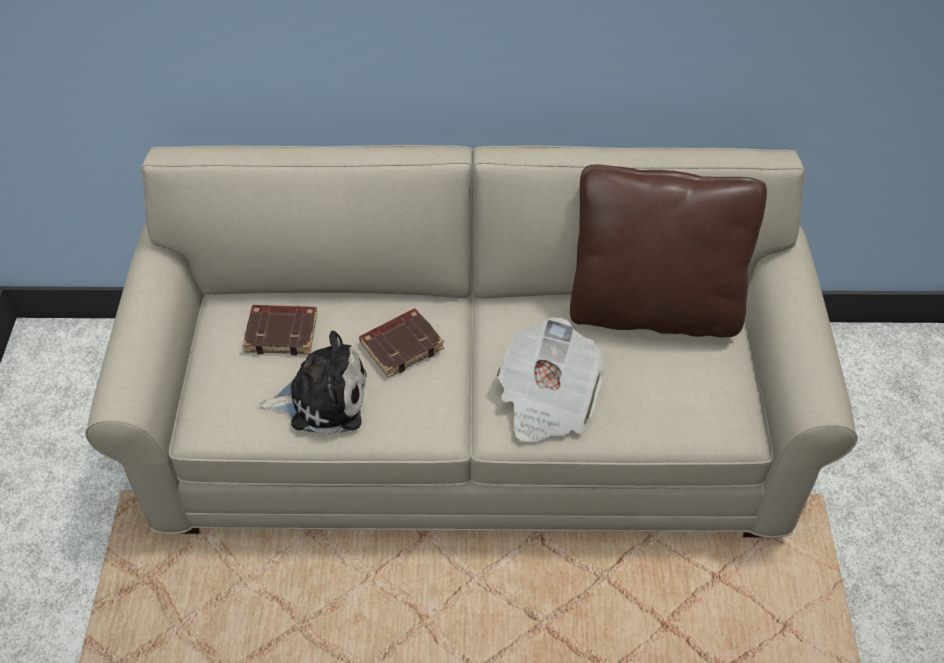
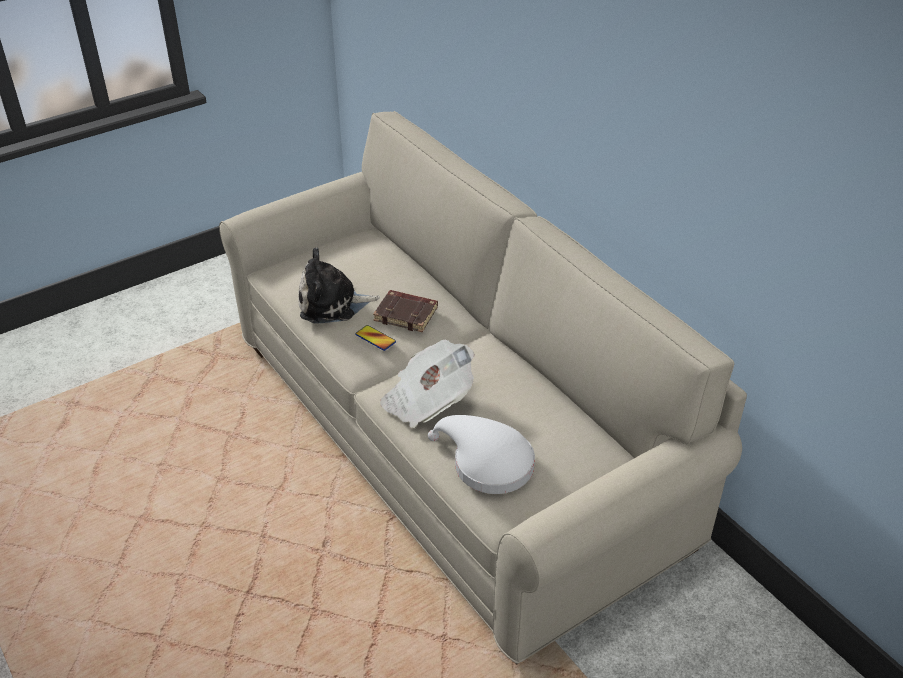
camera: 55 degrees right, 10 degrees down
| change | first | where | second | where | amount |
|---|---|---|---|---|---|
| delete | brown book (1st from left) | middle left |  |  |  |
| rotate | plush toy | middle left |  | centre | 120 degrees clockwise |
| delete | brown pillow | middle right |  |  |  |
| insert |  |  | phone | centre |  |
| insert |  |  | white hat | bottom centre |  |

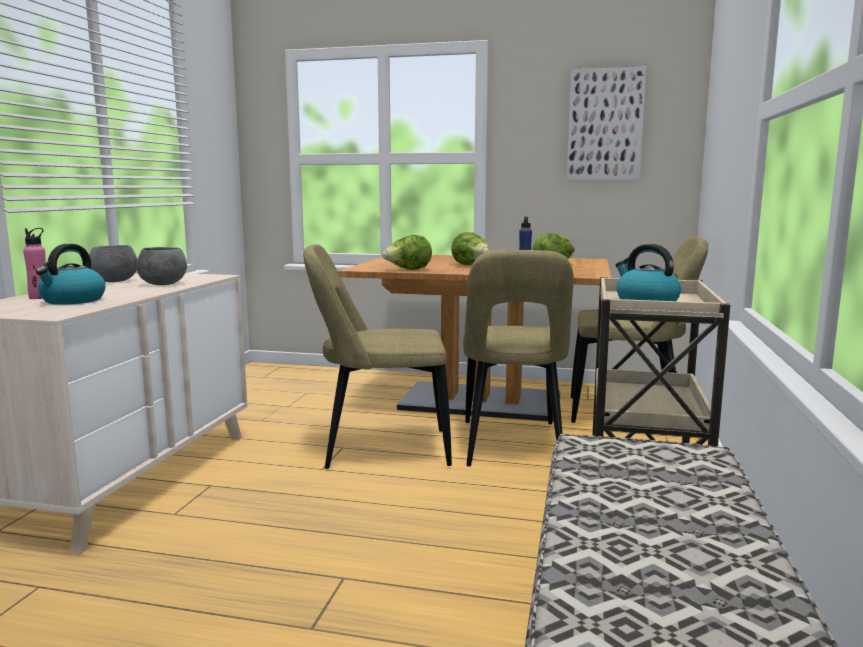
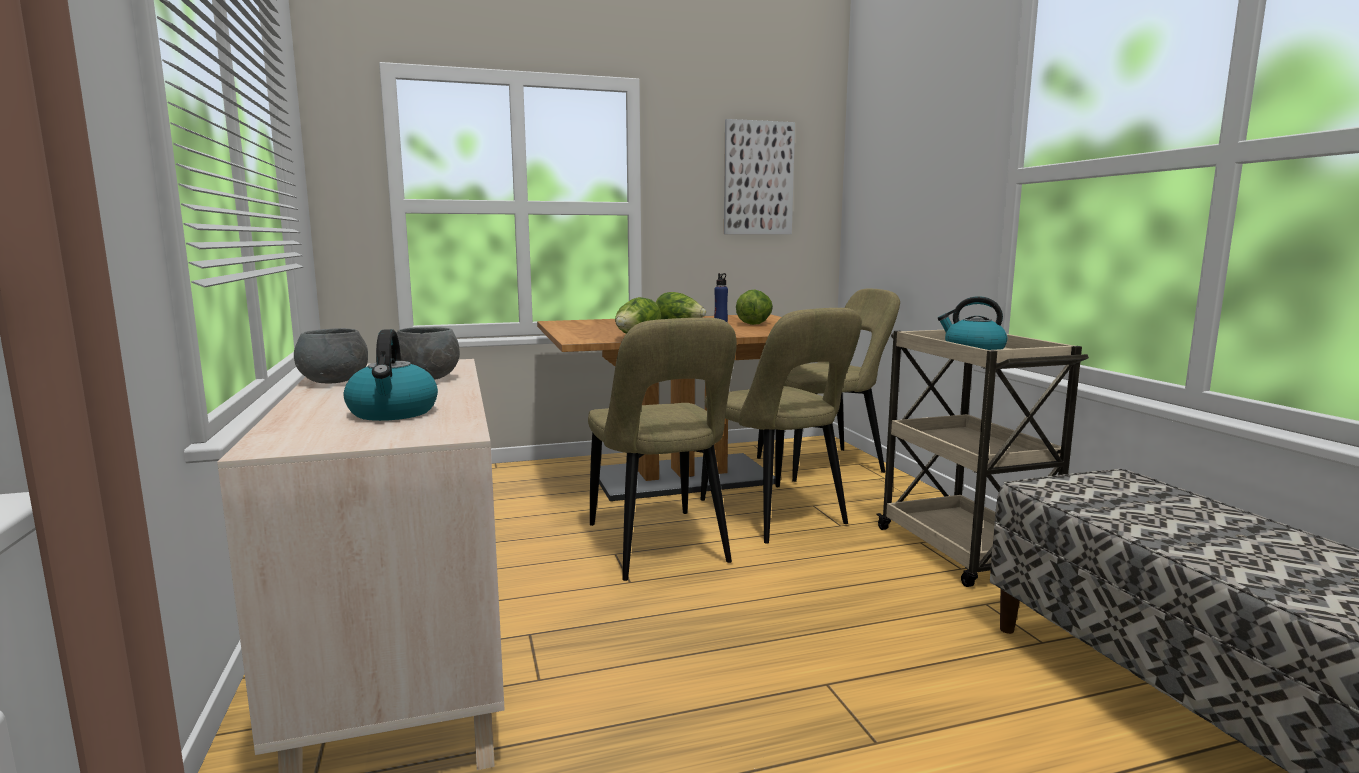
camera: 30 degrees left, 0 degrees up
| change | first | where | second | where | amount |
|---|---|---|---|---|---|
| delete | pink bottle | middle left |  |  |  |
| rotate | beige chair (1st from left) | centre |  | centre | 75 degrees counterclockwise |

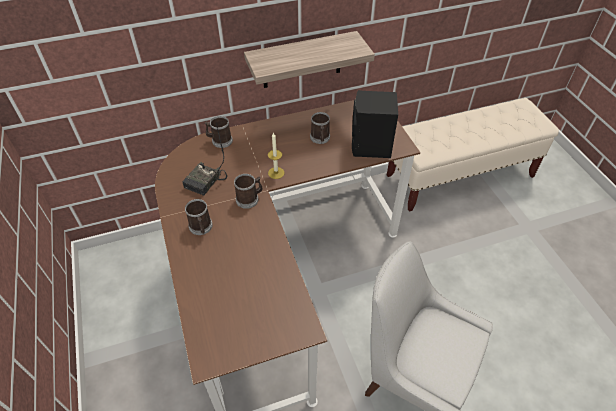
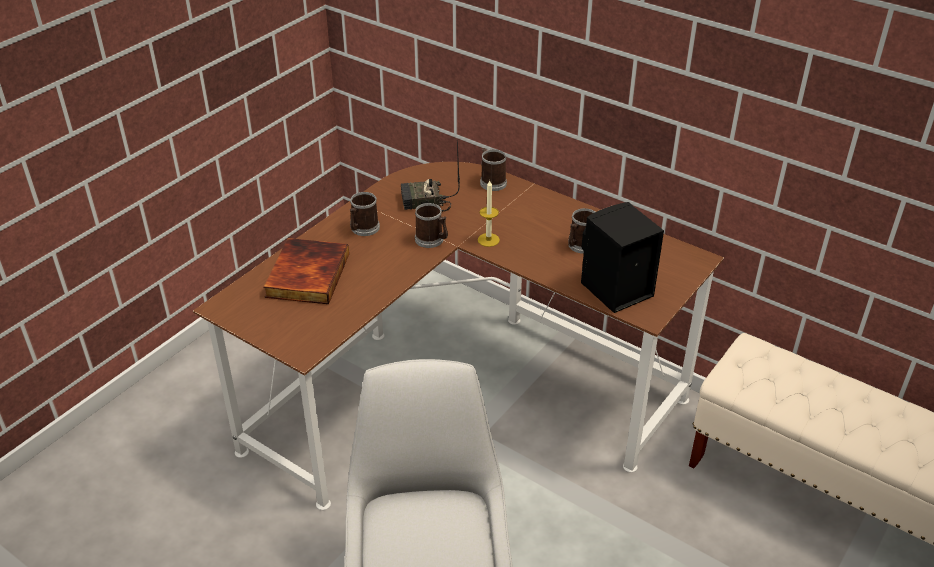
camera: 55 degrees right, 10 degrees down
| change | first | where | second | where | amount |
|---|---|---|---|---|---|
| delete | shelf | top centre |  |  |  |
| insert |  |  | book | middle left |  |

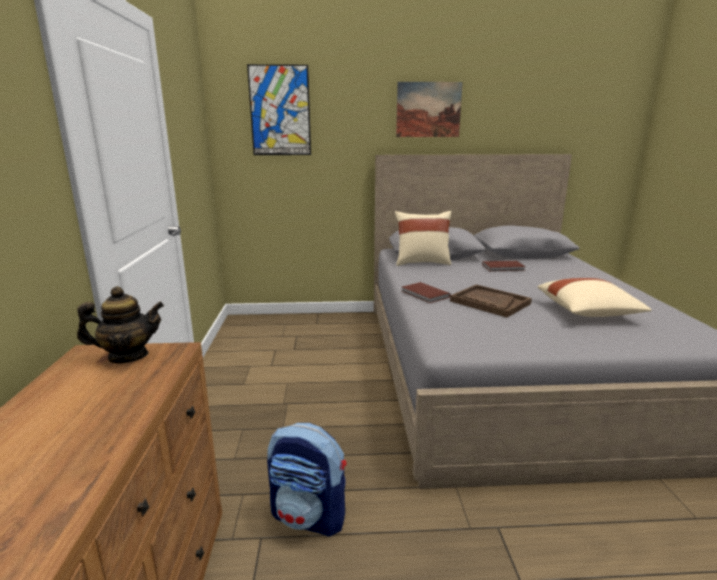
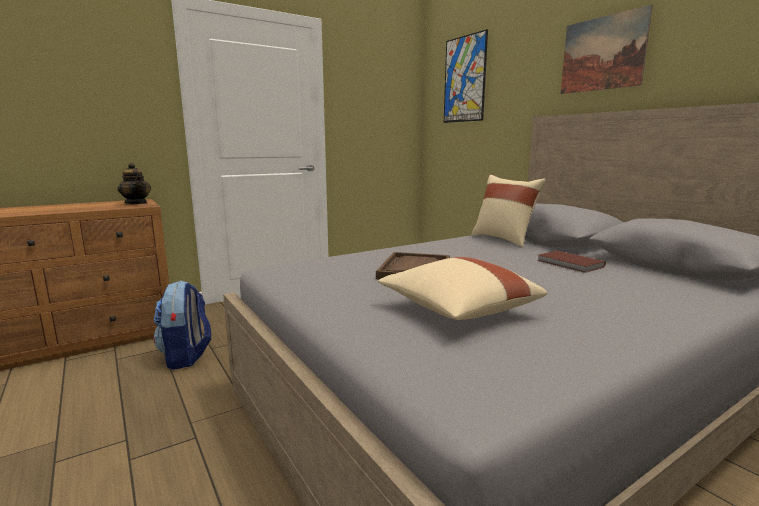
camera: 60 degrees right, 5 degrees down
| change | first | where | second | where | amount |
|---|---|---|---|---|---|
| delete | brown book (1st from left) | centre |  |  |  |

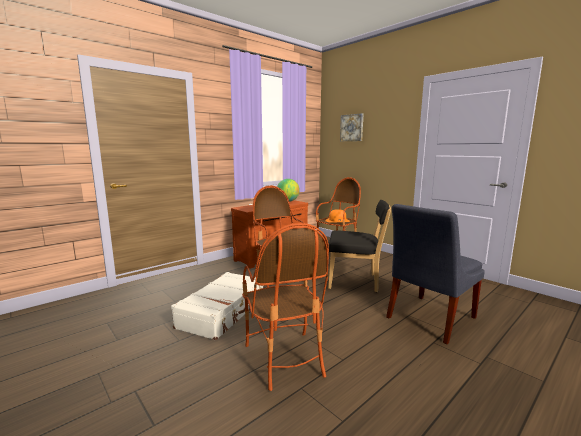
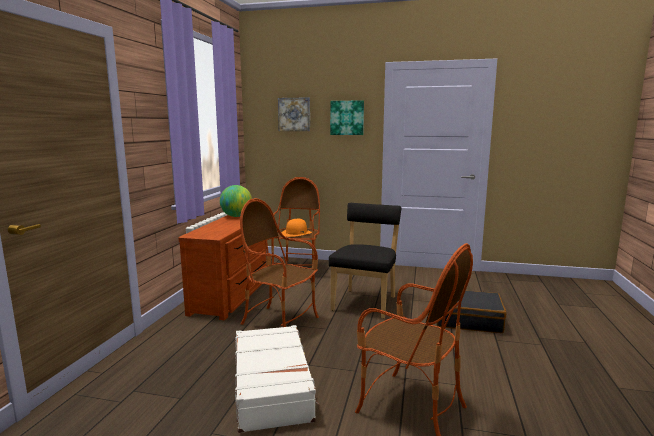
camera: 35 degrees left, 0 degrees up
| change | first | where | second | where | amount |
|---|---|---|---|---|---|
| rotate | black chair | centre |  | centre | 45 degrees counterclockwise |
| replace | blue chair | middle right | black suitcase | bottom right |  |
| insert |  |  | picture (2nd from left) | top centre |  |

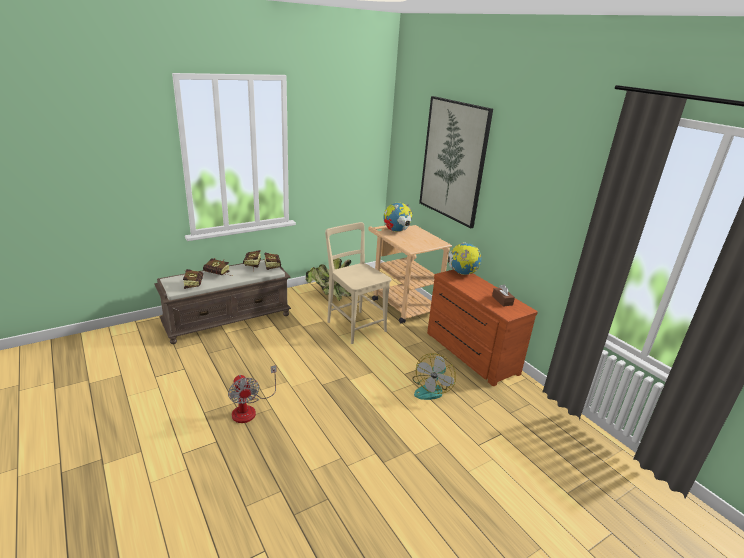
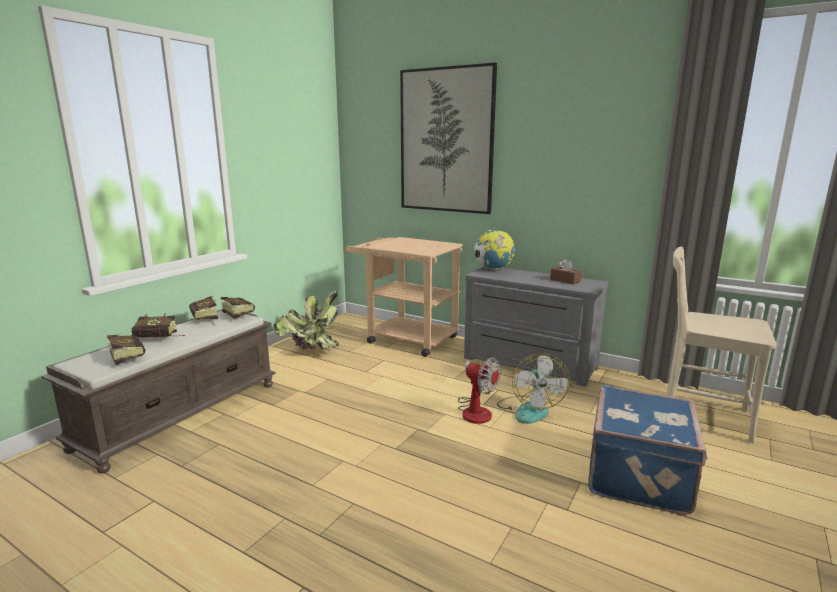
camera: 25 degrees left, 10 degrees down
| change | first | where | second | where | amount |
|---|---|---|---|---|---|
| move | fan (1st from left) | bottom centre |  | centre |  |
| move | beige chair | centre |  | middle right |  |
| delete | globe (1st from left) | centre |  |  |  |
| recolor | brown dresser | centre | grey dresser | centre |  |
| insert |  |  | blue suitcase | bottom right |  |

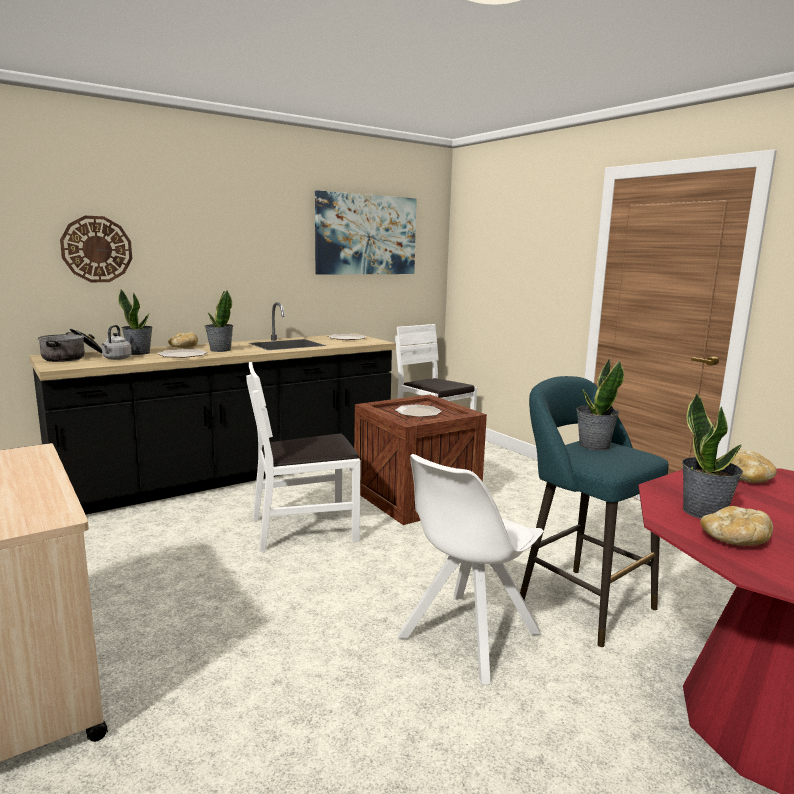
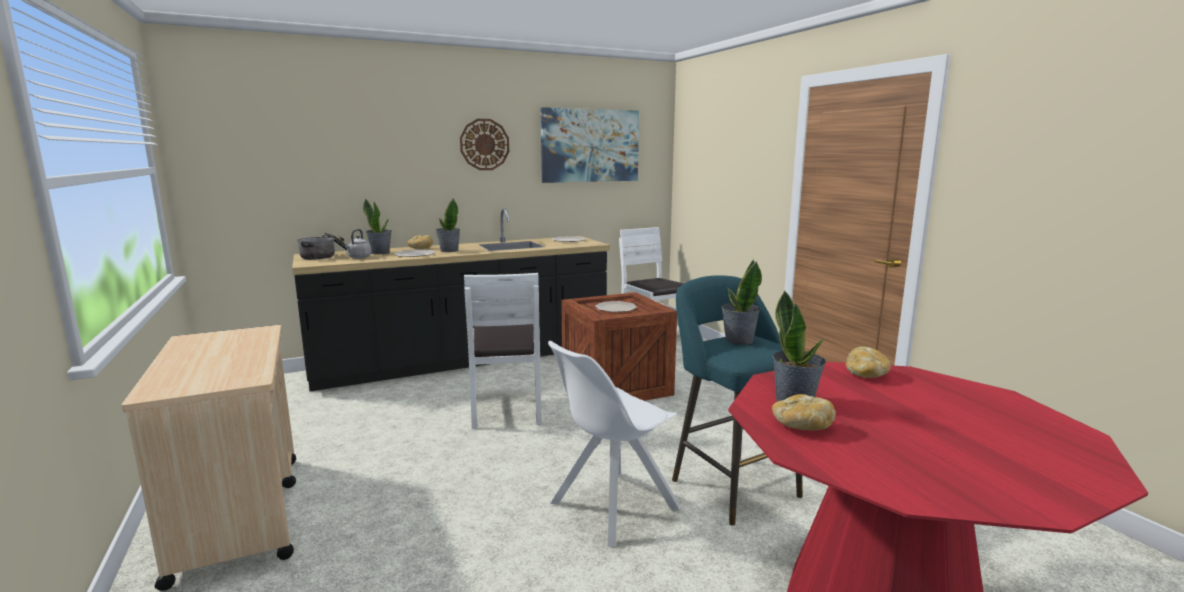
camera: 10 degrees right, 0 degrees up
| change | first | where | second | where | amount |
|---|---|---|---|---|---|
| move | wall clock | top left |  | top centre |  |
| rotate | white chair (1st from left) | centre |  | centre | 90 degrees counterclockwise |

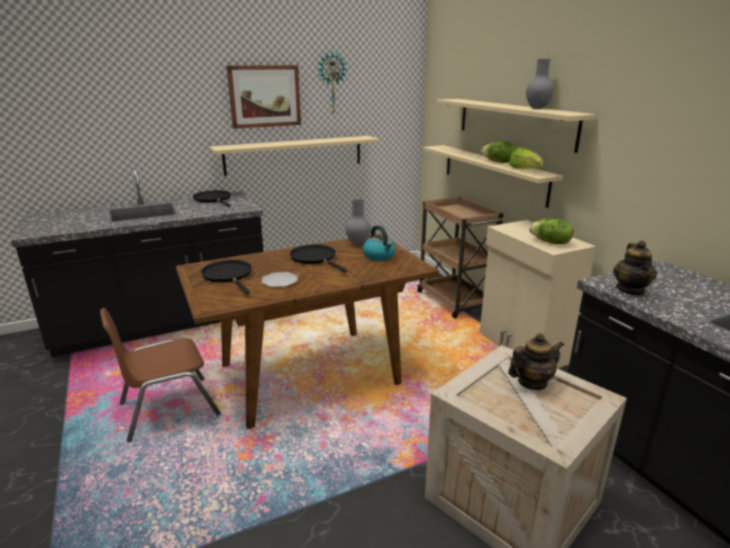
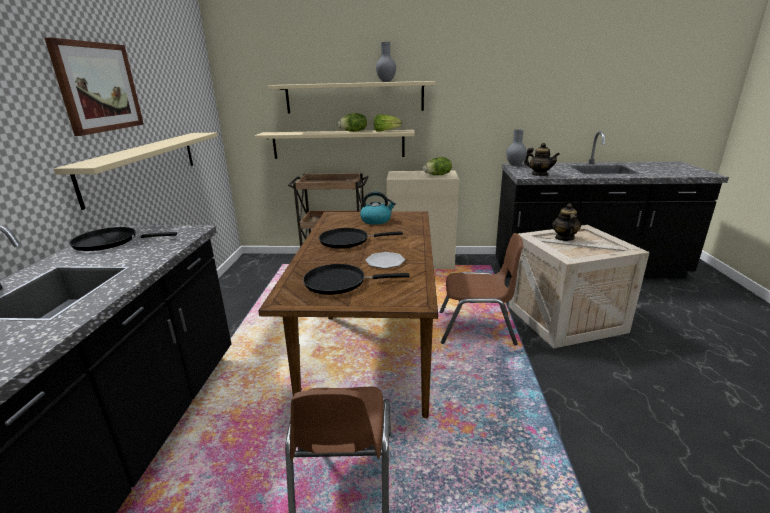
camera: 60 degrees left, 0 degrees up
| change | first | where | second | where | amount |
|---|---|---|---|---|---|
| delete | wall clock | top centre |  |  |  |
| move | grey vase (1st from left in the first image) | centre | grey vase (2nd from left) | top right |  |
| insert |  |  | brown chair (2nd from left) | centre |  |

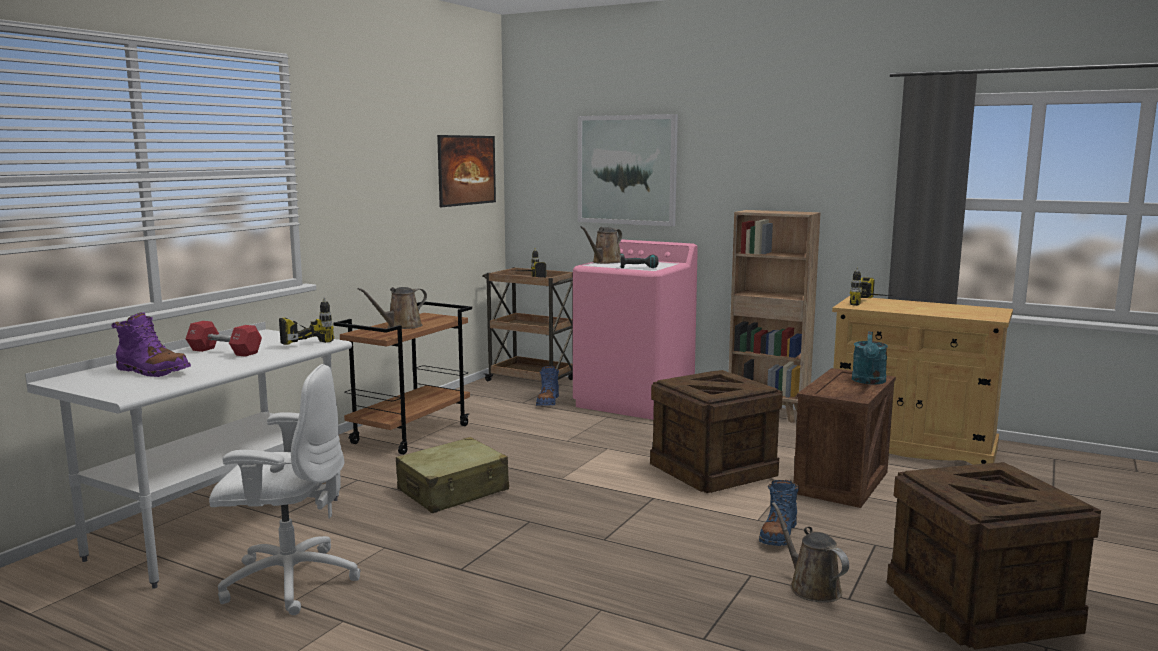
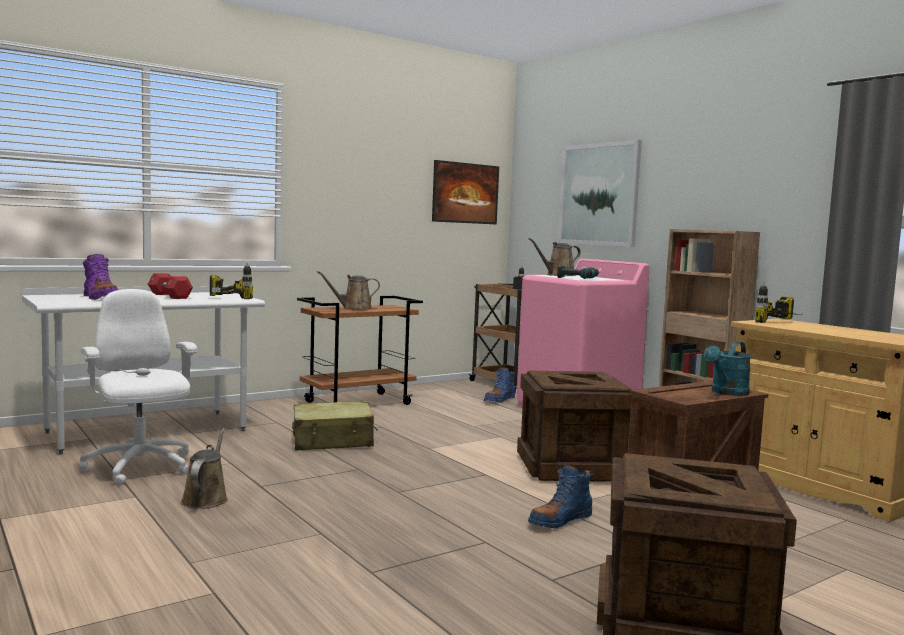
camera: 25 degrees right, 5 degrees down
| change | first | where | second | where | amount |
|---|---|---|---|---|---|
| rotate | white office chair | bottom left |  | middle left | 150 degrees counterclockwise |
| move | brown watering can (3rd from left in the first image) | bottom right | brown watering can (1st from left) | bottom left |  |

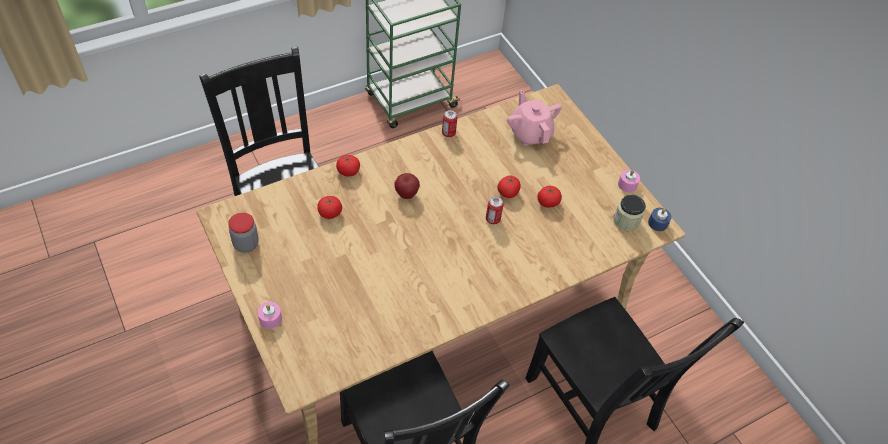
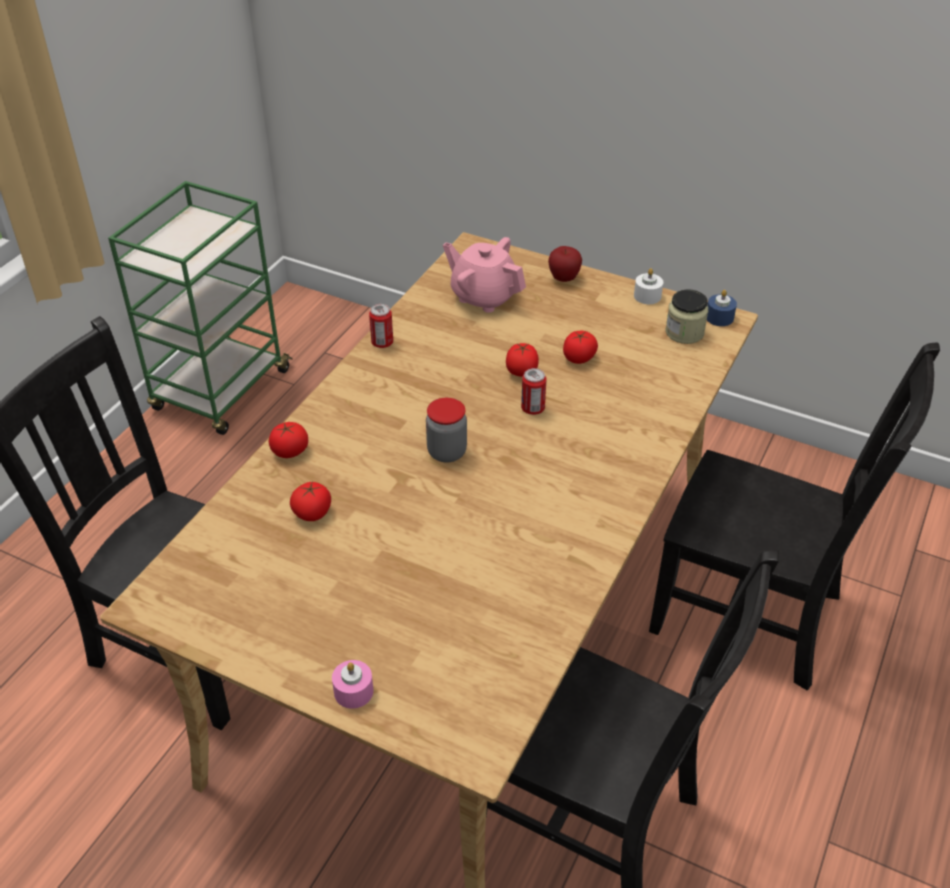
camera: 30 degrees left, 10 degrees down
| change | first | where | second | where | amount |
|---|---|---|---|---|---|
| move | jar (1st from left) | middle left |  | centre |  |
| move | apple | centre |  | top centre |  |
| recolor | pink candle (2nd from left) | middle right | white candle | top right |  |

